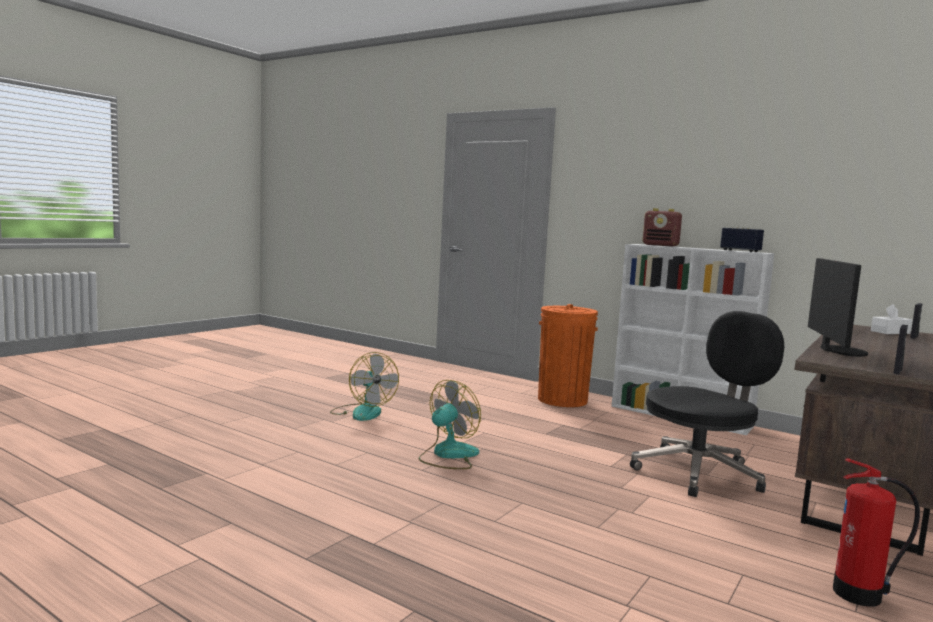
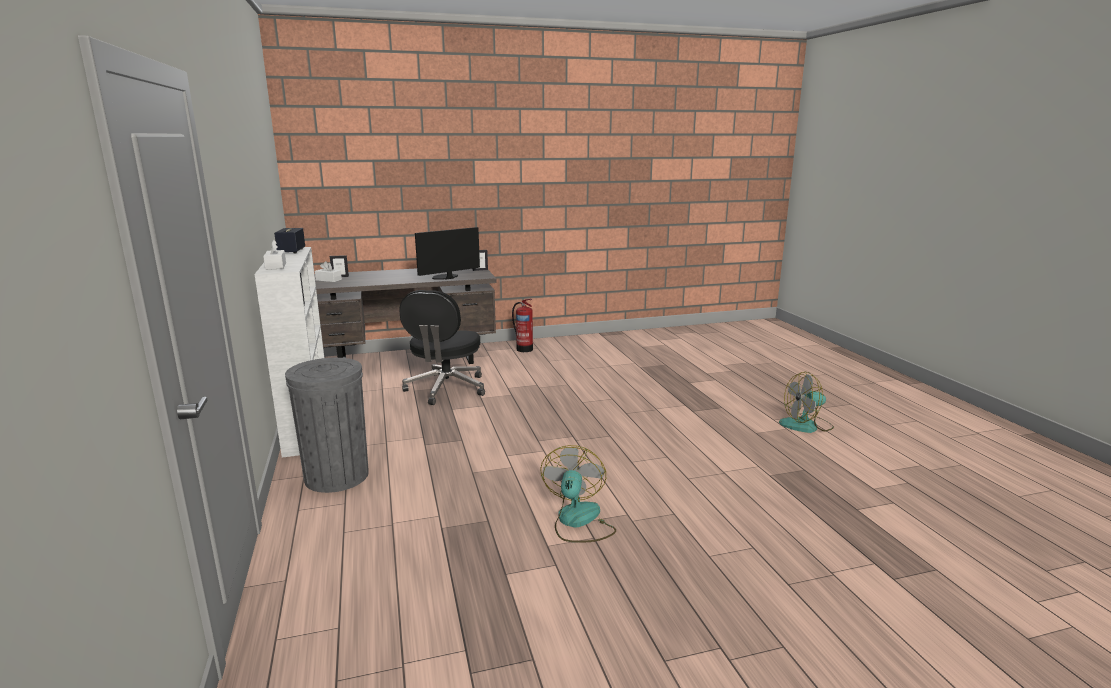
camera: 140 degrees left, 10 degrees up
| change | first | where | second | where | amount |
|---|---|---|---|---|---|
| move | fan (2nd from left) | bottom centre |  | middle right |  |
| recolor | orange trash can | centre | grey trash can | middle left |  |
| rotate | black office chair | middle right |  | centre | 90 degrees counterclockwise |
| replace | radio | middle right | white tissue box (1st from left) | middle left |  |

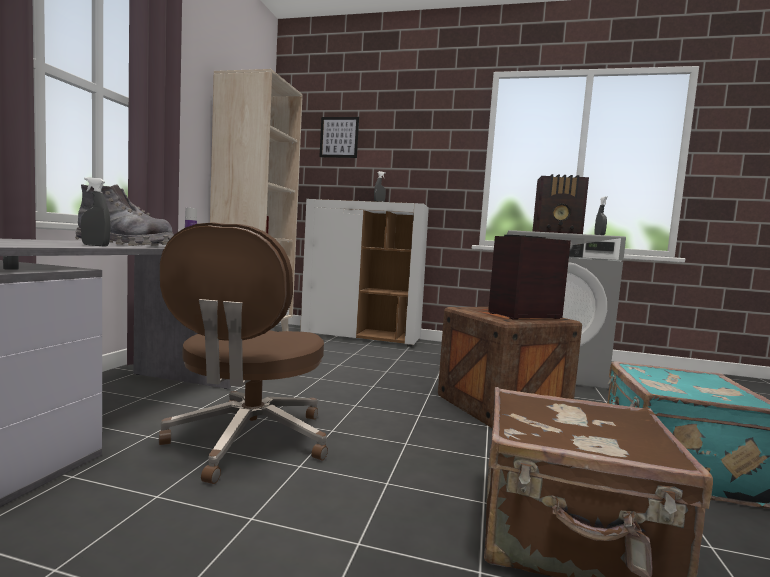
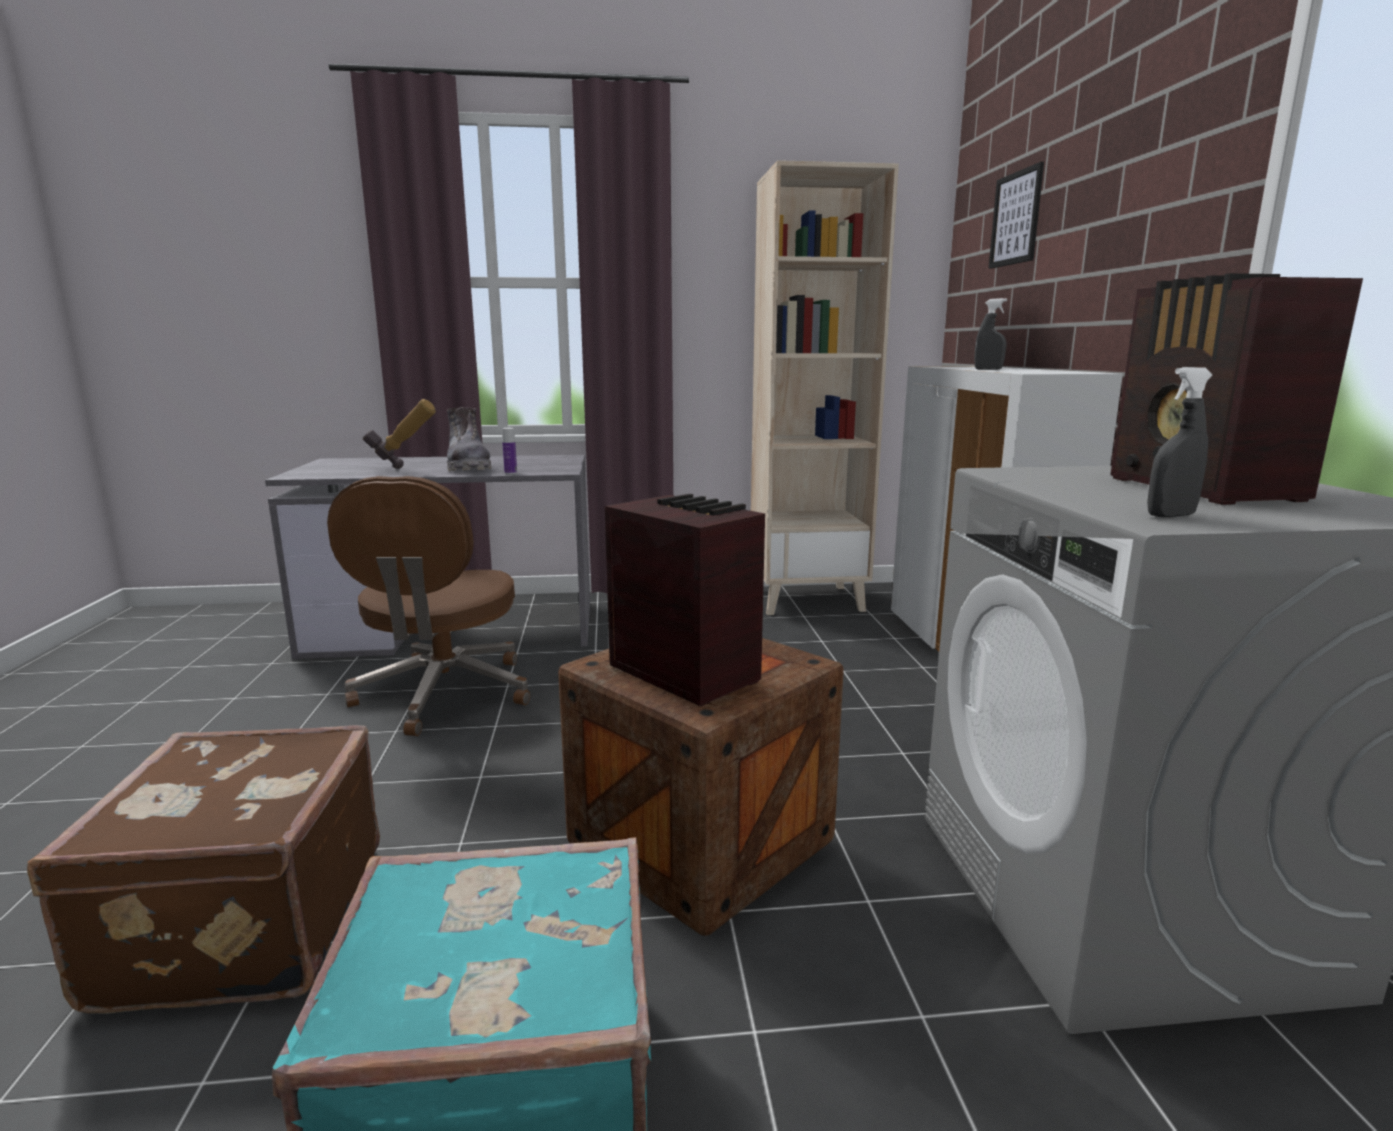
camera: 70 degrees right, 10 degrees up
| change | first | where | second | where | amount |
|---|---|---|---|---|---|
| replace | grey spray bottle (1st from left) | middle left | hammer | middle left |  |
| rotate | brown office chair | middle left |  | middle left | 75 degrees counterclockwise |

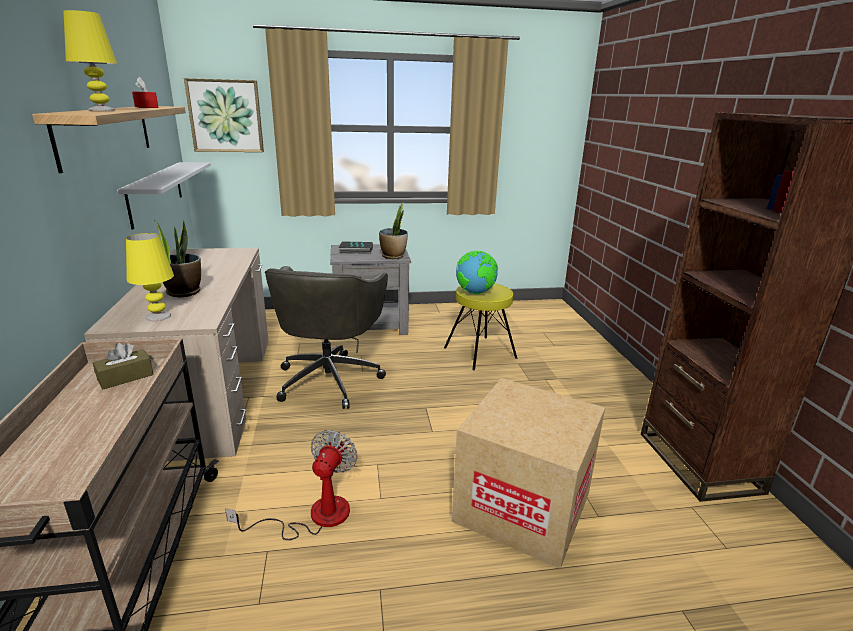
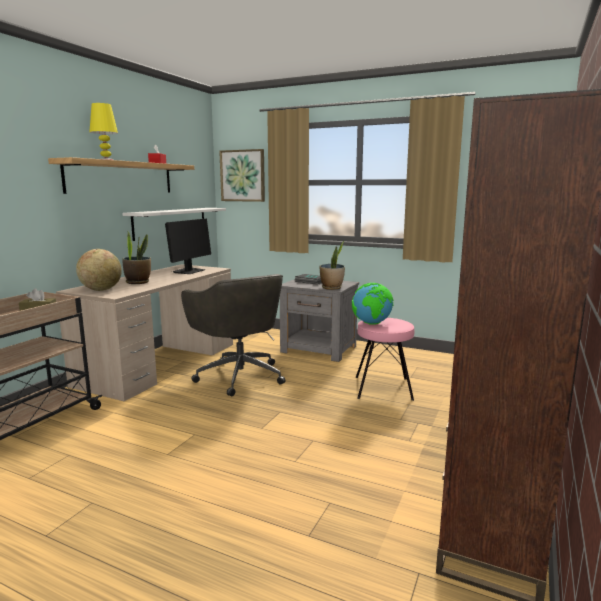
camera: 35 degrees right, 10 degrees down
| change | first | where | second | where | amount |
|---|---|---|---|---|---|
| replace | yellow table lamp (2nd from left) | middle left | globe (1st from left) | middle left |  |
| delete | fan | bottom centre |  |  |  |
| rotate | grey office chair | centre |  | centre | 75 degrees counterclockwise |
| recolor | yellow stool | centre | pink stool | centre |  |
| delete | cardboard box | bottom centre |  |  |  |
| insert |  |  | monitor | middle left |  |

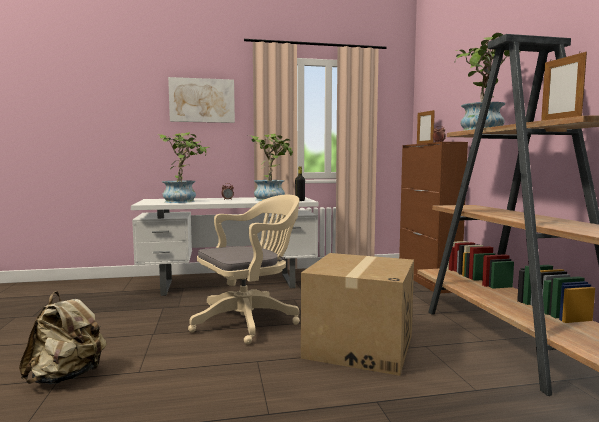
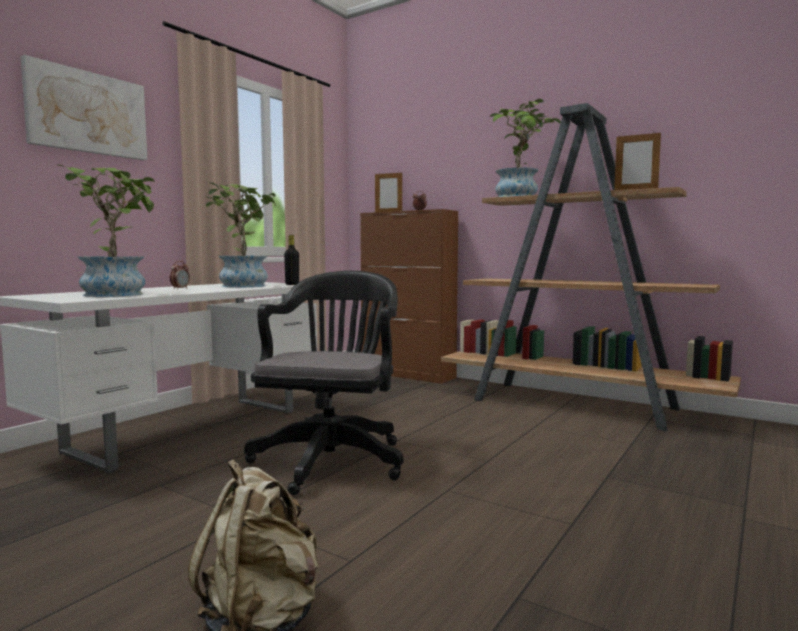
camera: 45 degrees left, 0 degrees up
| change | first | where | second | where | amount |
|---|---|---|---|---|---|
| recolor | beige office chair | centre | black office chair | centre |  |
| delete | cardboard box | bottom centre |  |  |  |

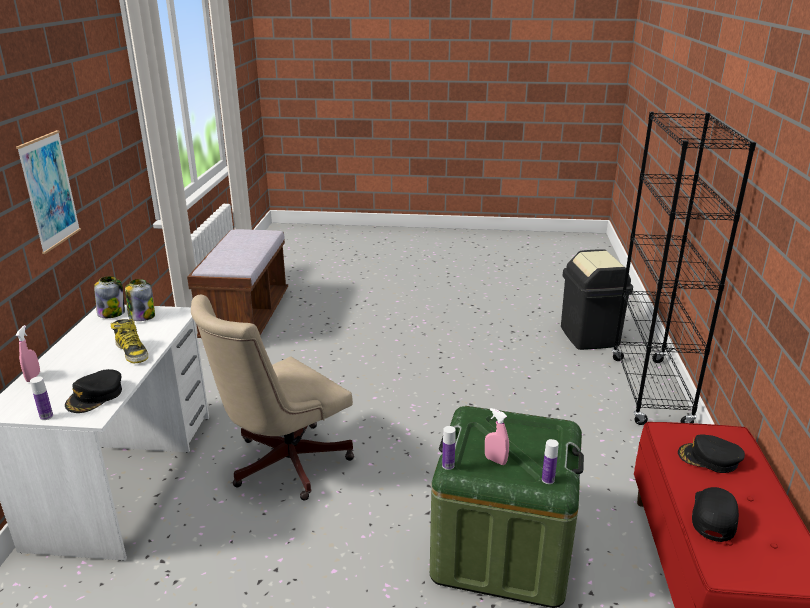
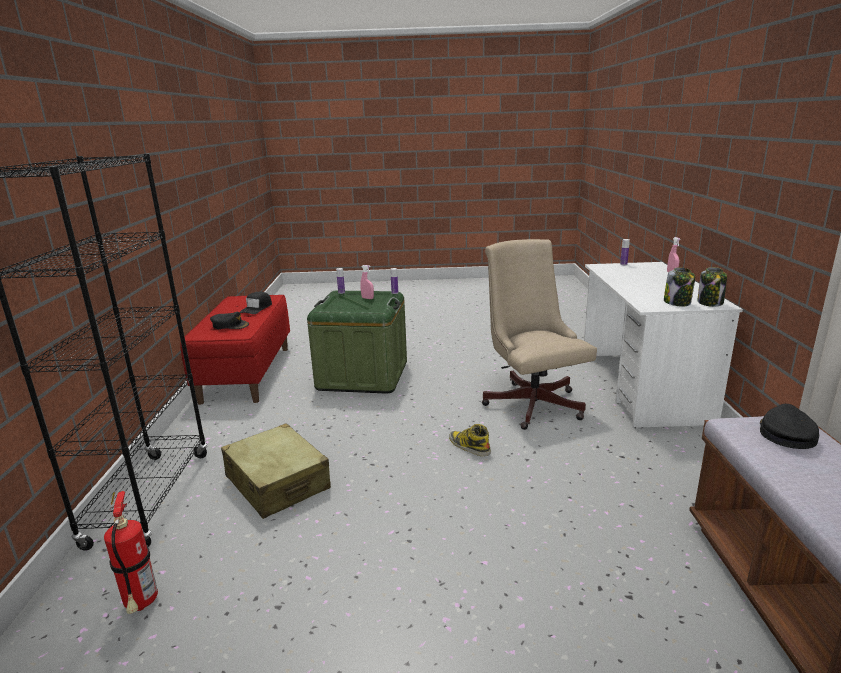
camera: 175 degrees right, 5 degrees down
| change | first | where | second | where | amount |
|---|---|---|---|---|---|
| delete | picture | top left |  |  |  |
| move | black cap (1st from left in the first image) | middle left | black cap (3rd from left) | middle right |  |
| move | boot | middle left |  | centre |  |
| rotate | beige office chair | centre |  | centre | 60 degrees counterclockwise |
| replace | black trash can | middle right | fire extinguisher | bottom left |  |
| insert |  |  | beige suitcase | bottom left |  |

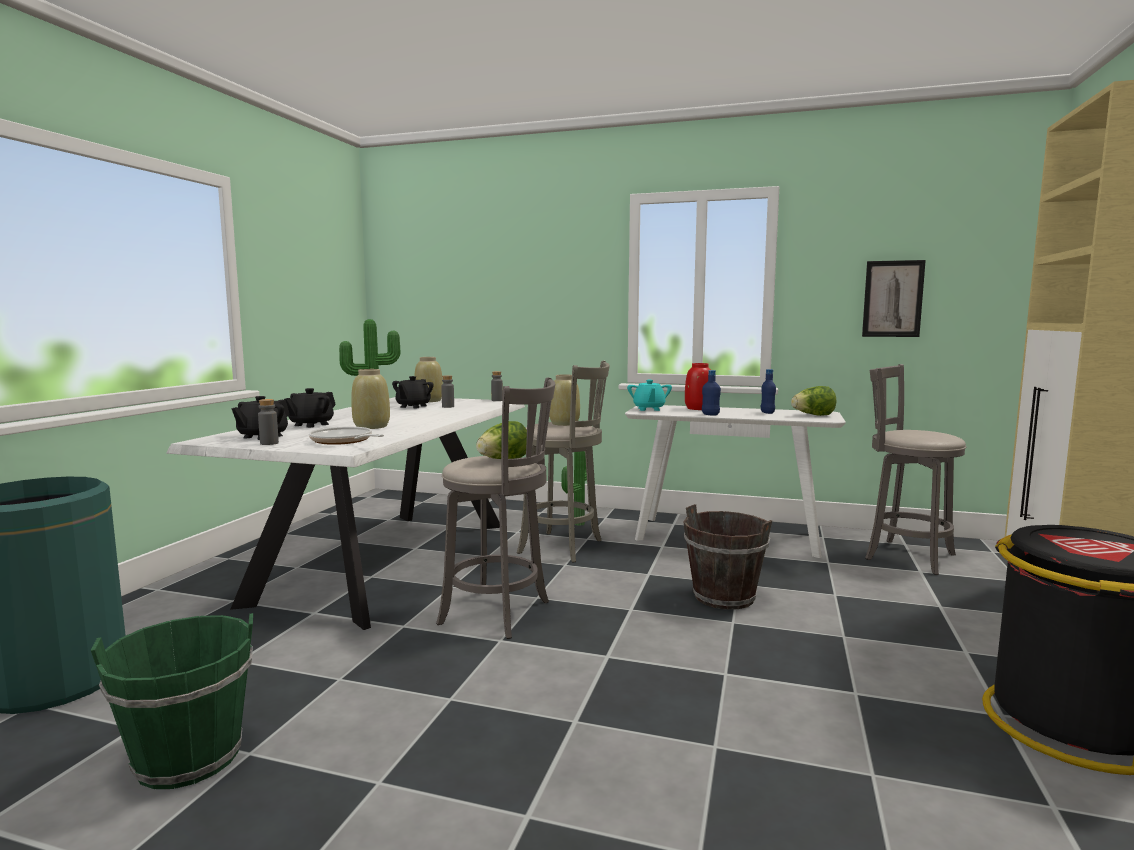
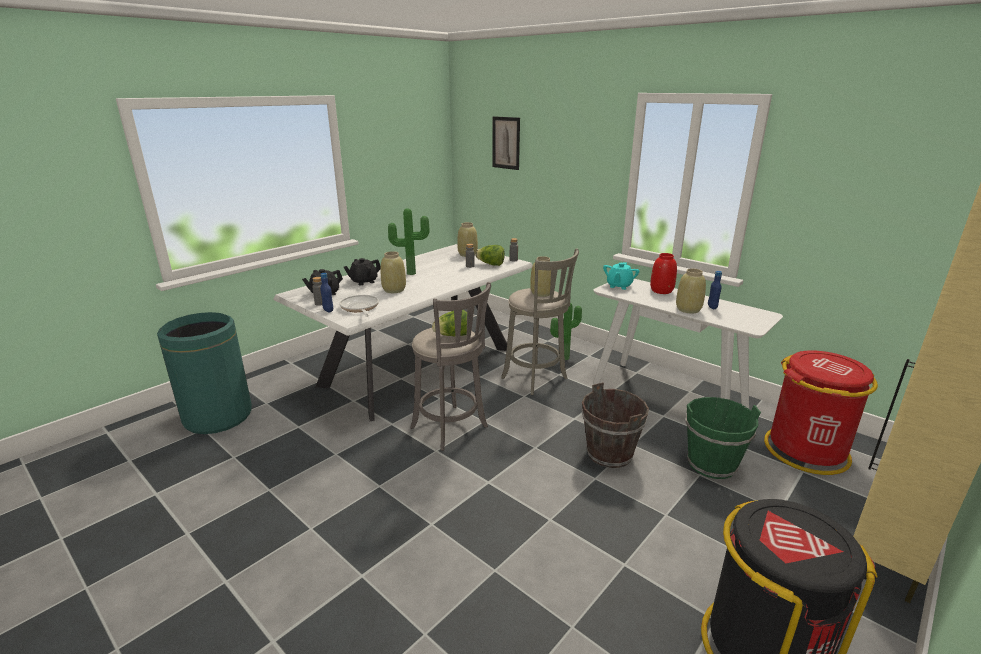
camera: 25 degrees right, 15 degrees up
| change | first | where | second | where | amount |
|---|---|---|---|---|---|
| move | green bucket | bottom left |  | bottom right |  |
| delete | black teapot (3rd from left) | centre |  |  |  |
| move | blue bottle (1st from left) | centre |  | middle left |  |
| move | lettuce (2nd from left) | middle right |  | centre |  |
| move | picture | middle right |  | top centre |  |
| replace | grey stool (3rd from left) | middle right | red trash can | middle right |  |
| insert |  |  | beige vase (4th from left) | middle right |  |

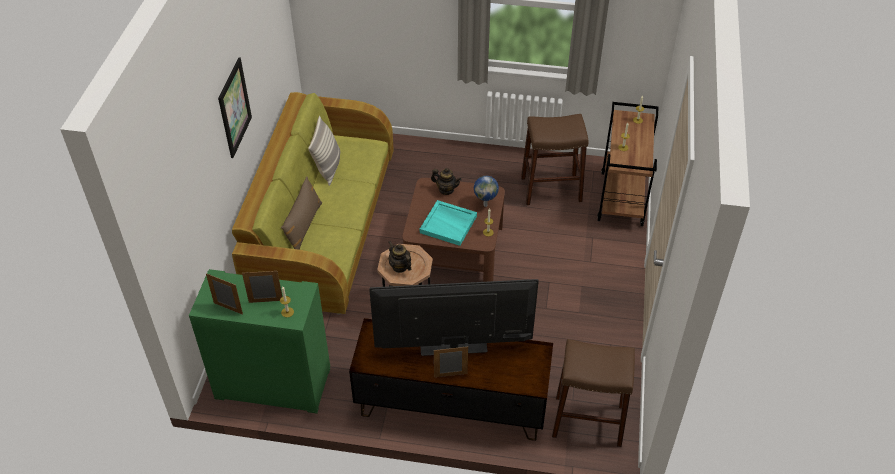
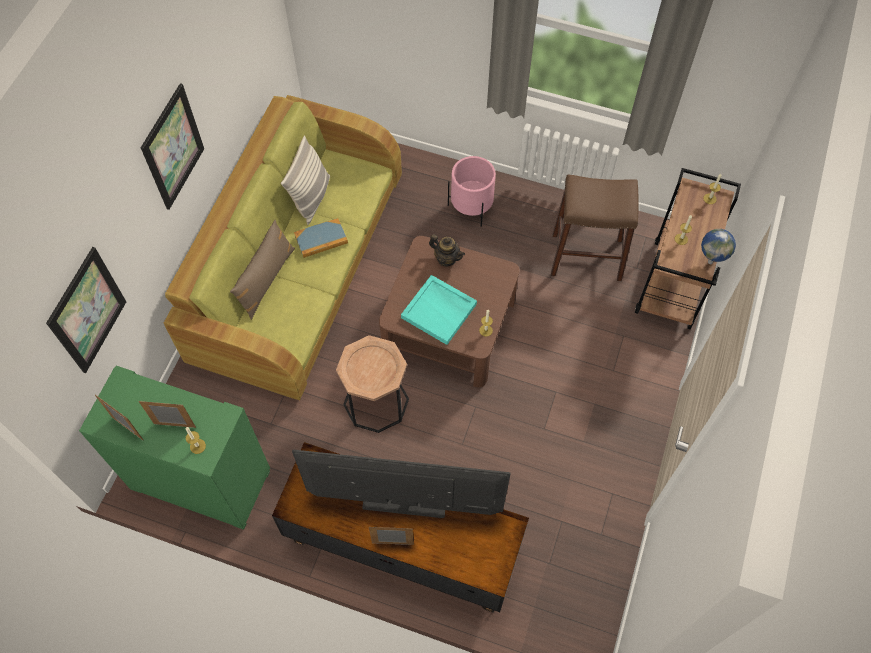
camera: 10 degrees right, 15 degrees up
| change | first | where | second | where | amount |
|---|---|---|---|---|---|
| delete | teapot (1st from left) | centre |  |  |  |
| move | globe | centre |  | middle right |  |
| delete | brown stool (2nd from left) | bottom centre |  |  |  |
| insert |  |  | picture (1st from left) | middle left |  |
| insert |  |  | book | centre |  |
| insert |  |  | pink planter | top centre |  |

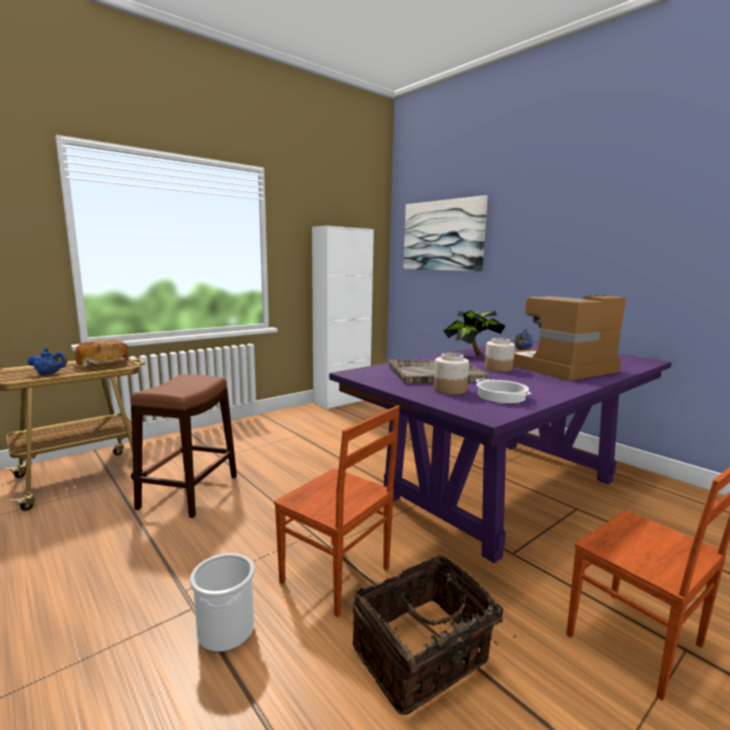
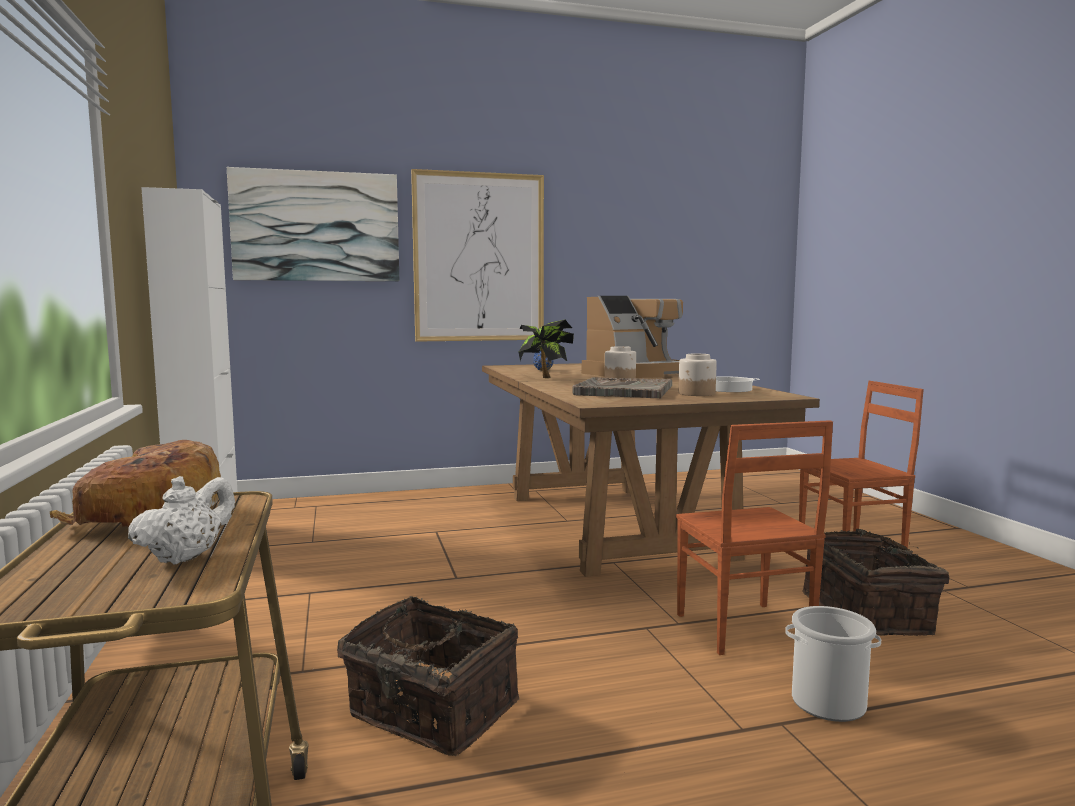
camera: 65 degrees left, 5 degrees down
| change | first | where | second | where | amount |
|---|---|---|---|---|---|
| recolor | blue teapot (1st from left) | middle left | white teapot | middle left |  |
| replace | brown stool | middle left | basket (1st from left) | bottom centre |  |
| rotate | brown chair (1st from left) | bottom centre |  | middle right | 105 degrees clockwise |
| recolor | purple dining table | middle right | brown dining table | centre |  |
| rotate | coffee machine | middle right |  | centre | 120 degrees counterclockwise |
| insert |  |  | picture (2nd from left) | top centre |  |

